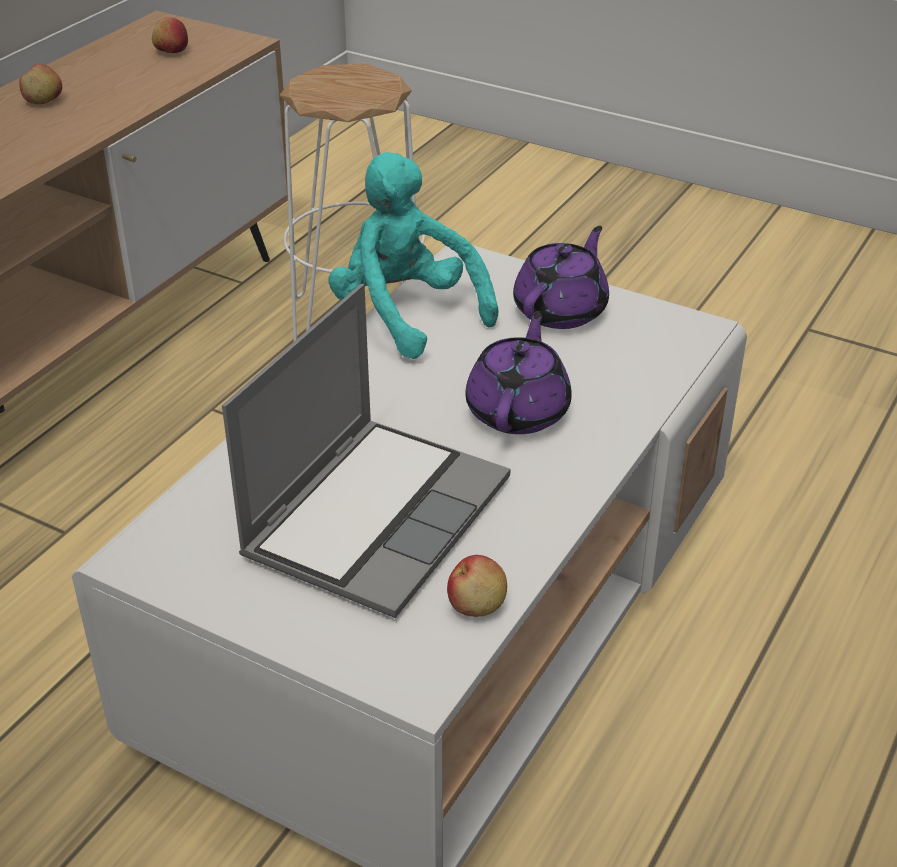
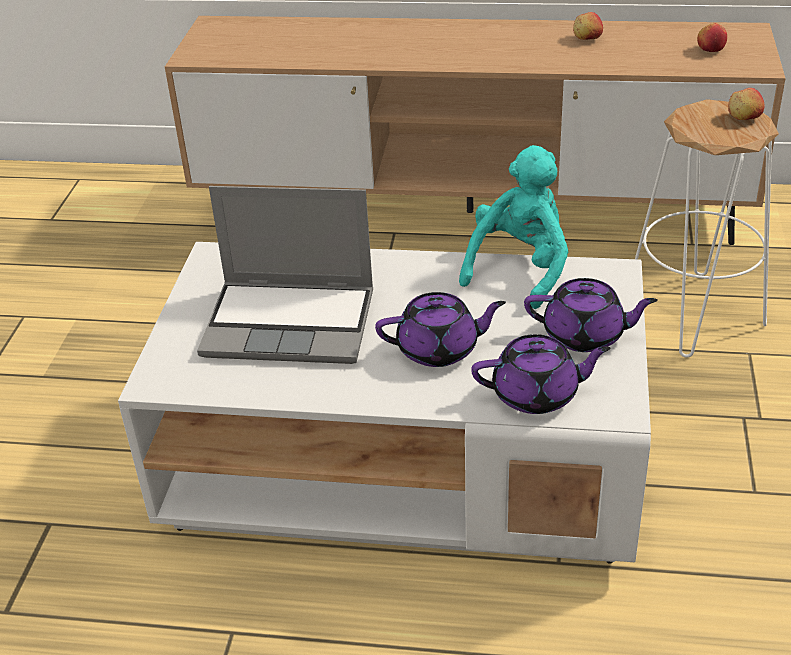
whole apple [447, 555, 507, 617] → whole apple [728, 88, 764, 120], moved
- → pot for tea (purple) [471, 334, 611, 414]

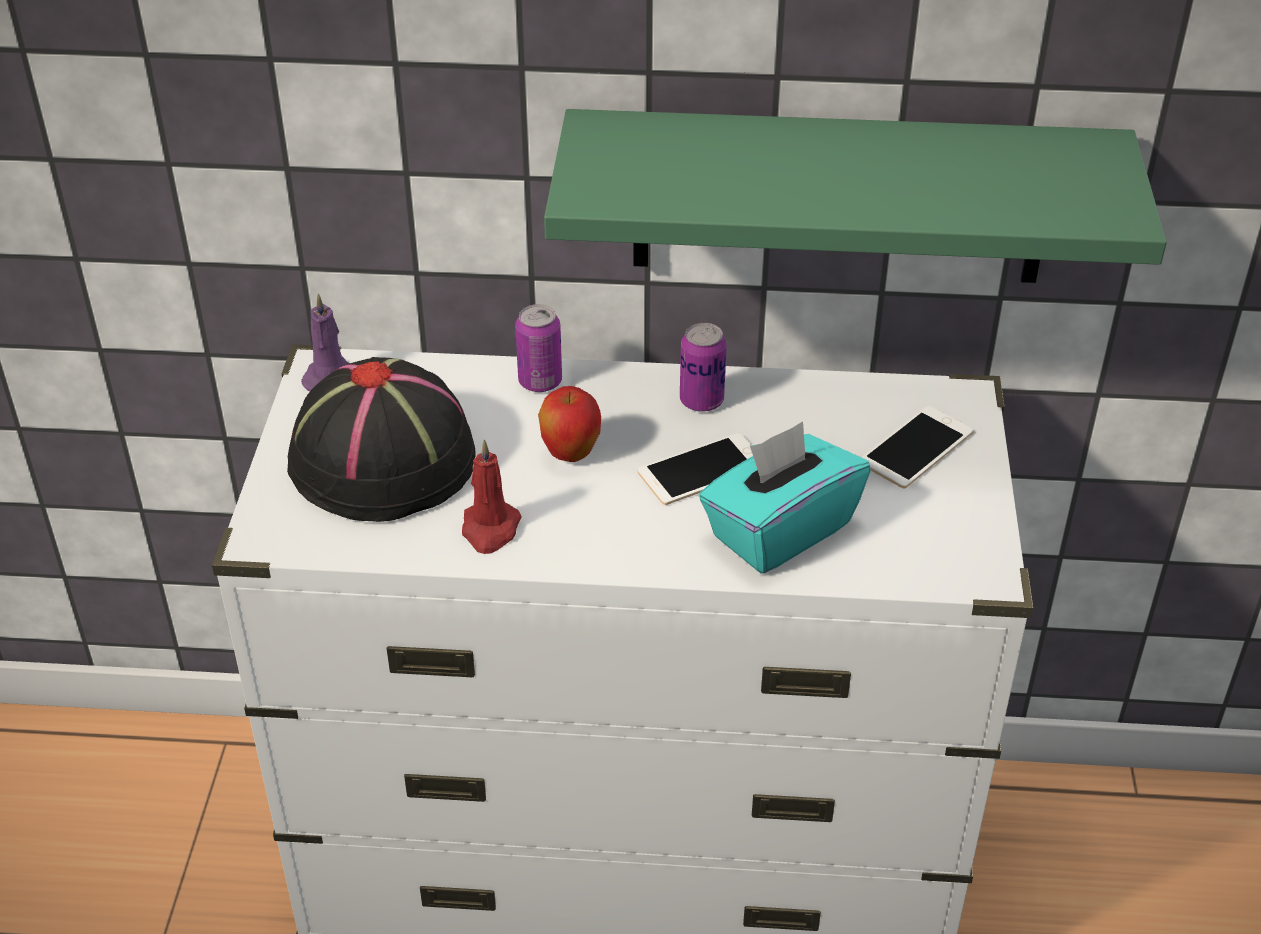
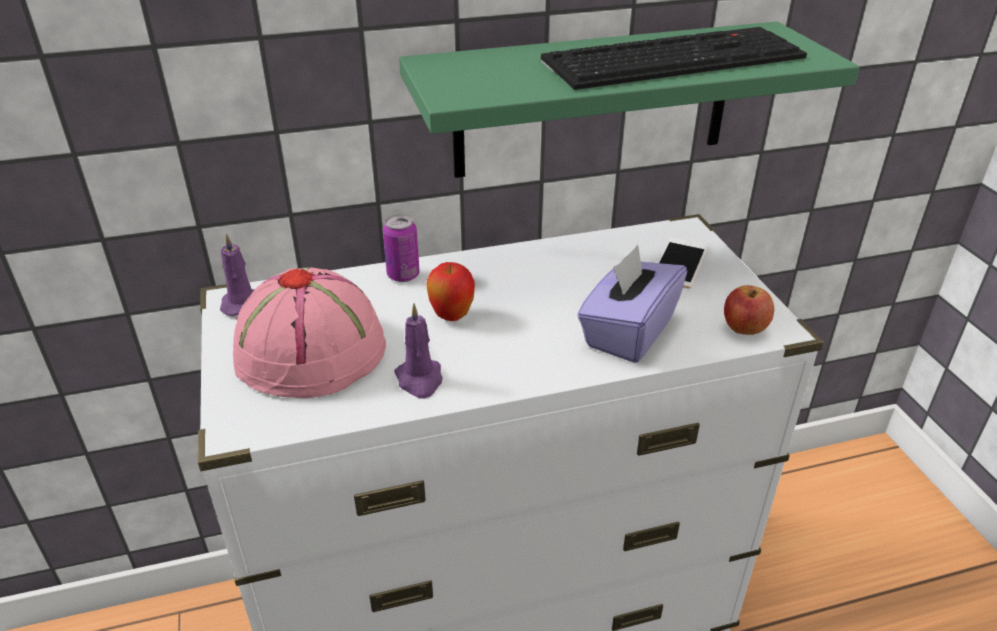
metal can [680, 323, 727, 412] → -
hat (black-coloured) [287, 357, 476, 522] → hat (pinkish) [233, 267, 386, 398]
tissue holder (blue-green) [699, 421, 871, 573] → tissue holder (purple) [577, 245, 687, 363]
telephone [637, 433, 753, 505] → -
wax light (red-coloured) [462, 439, 522, 554] → wax light (purple) [394, 304, 442, 398]
- → keyboard [541, 27, 807, 90]
- → whole apple [724, 285, 774, 335]

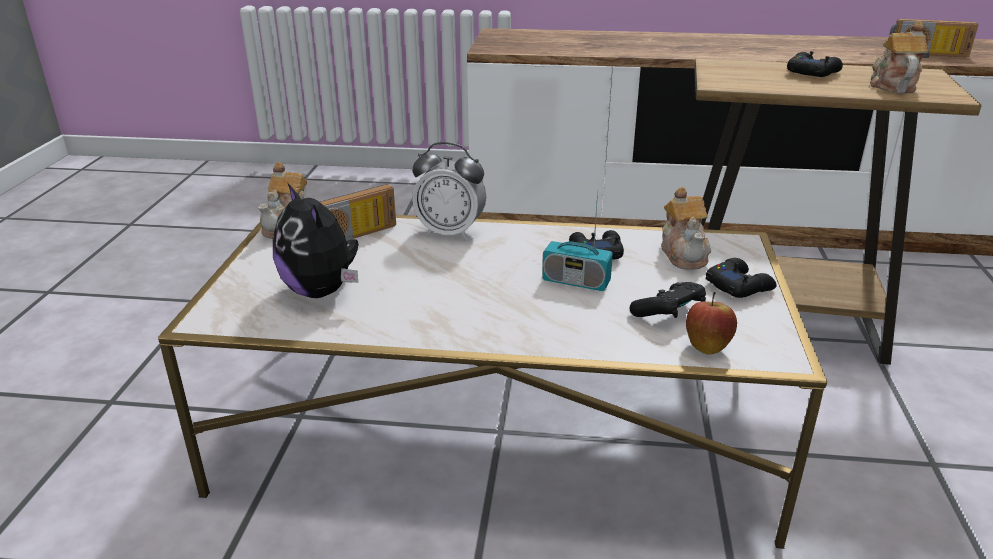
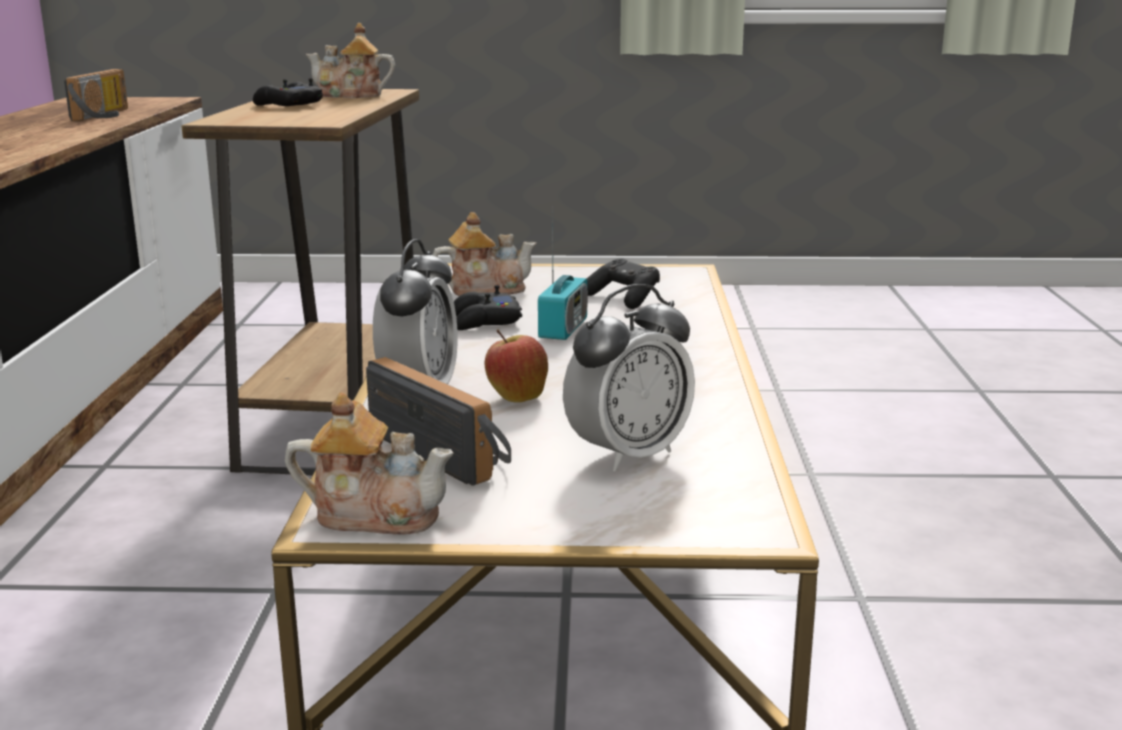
soft toy [273, 182, 358, 298] → table clock [563, 284, 695, 472]
joypad (black-coloured) [706, 258, 777, 298] → -
whole apple [686, 292, 737, 355] → whole apple [485, 329, 548, 403], moved

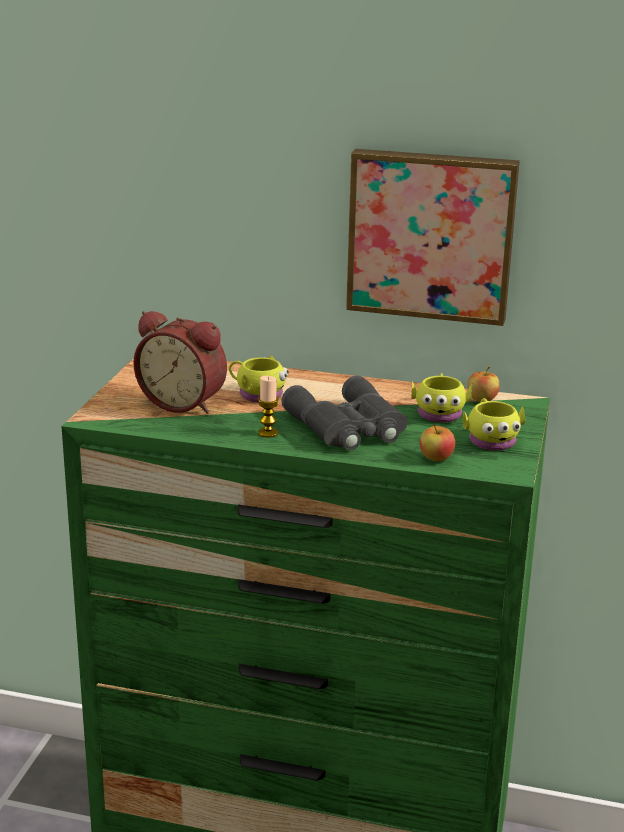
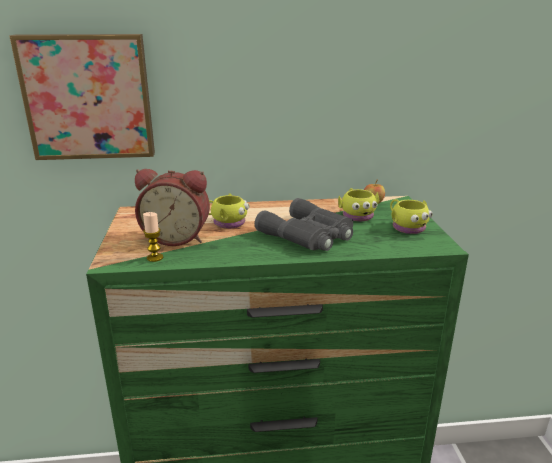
wall picture [346, 149, 520, 326] → wall picture [9, 34, 155, 160], moved
wax light [258, 376, 279, 438] → wax light [143, 212, 163, 262], moved
whole apple [419, 423, 455, 461] → -

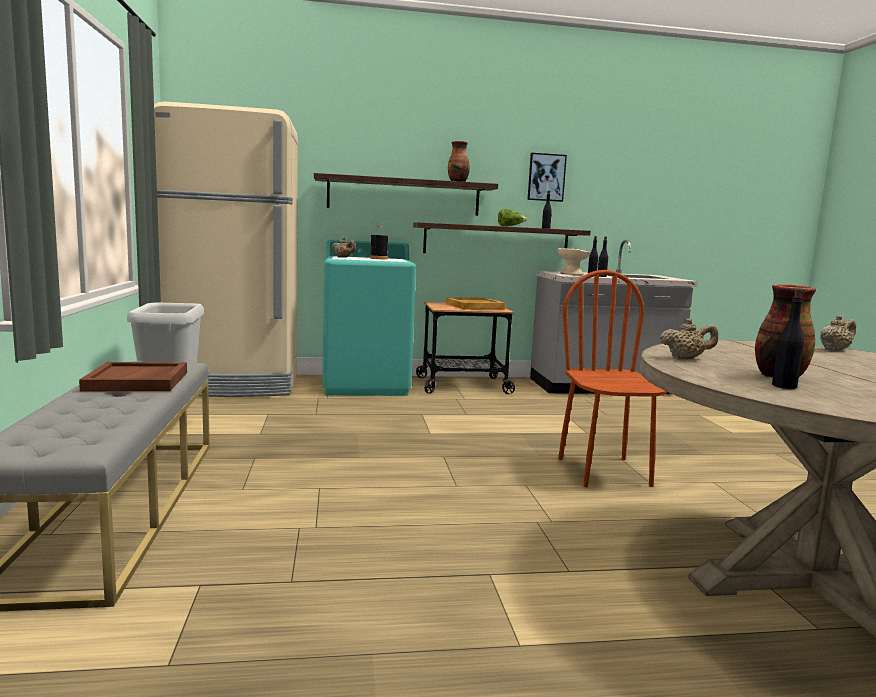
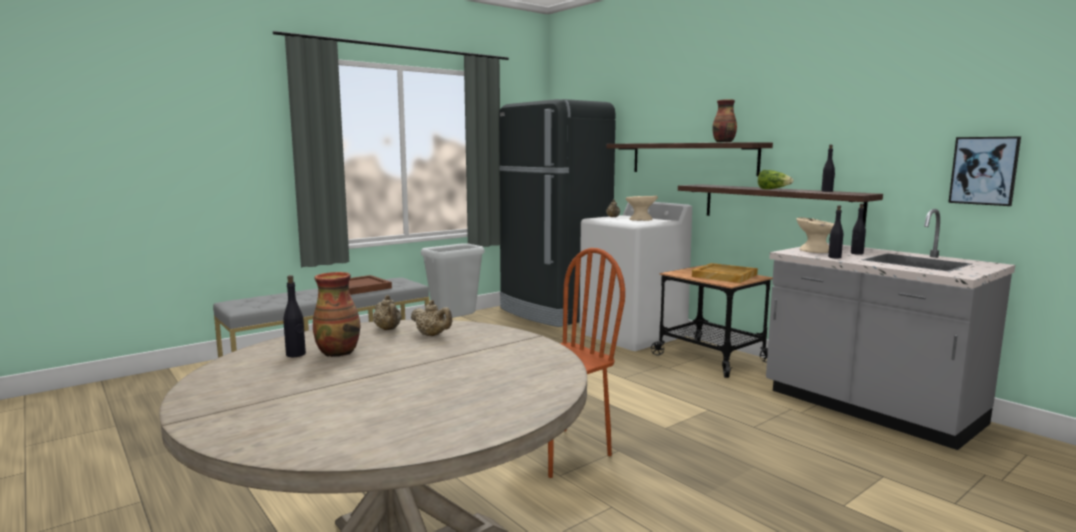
refrigerator (beige) [154, 101, 298, 397] → refrigerator (black-coloured) [499, 99, 616, 327]
wall picture [527, 153, 567, 202] → wall picture [948, 136, 1021, 206], moved
beverage bottle (black-coloured) [370, 225, 388, 259] → serving bowl (beige) [625, 196, 658, 221]
washing machine (blue-green) [322, 240, 416, 396] → washing machine (white) [580, 202, 692, 351]
pot for tea (beige) [820, 315, 856, 351] → pot for tea (beige) [411, 300, 452, 336], moved

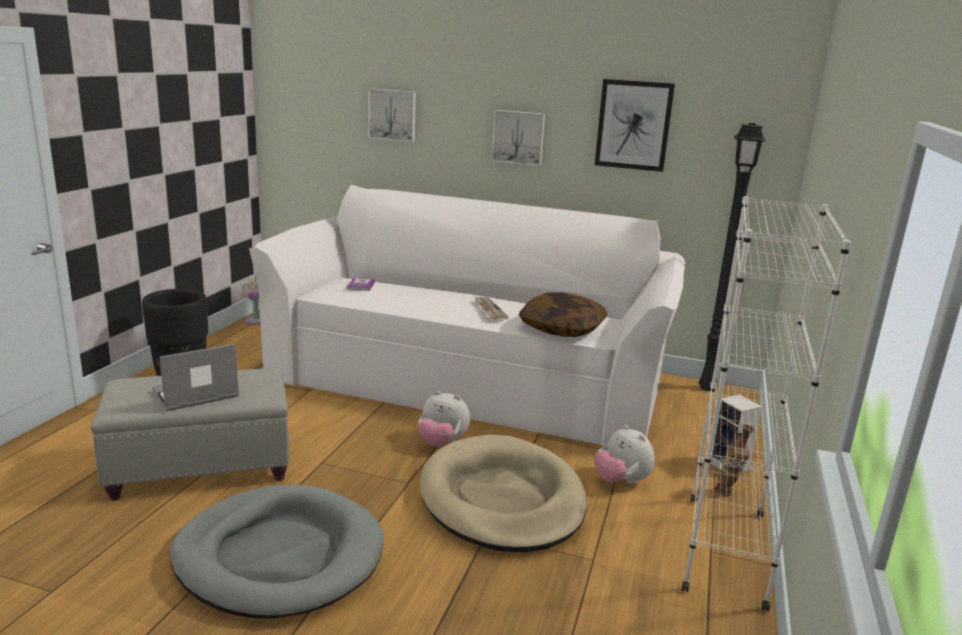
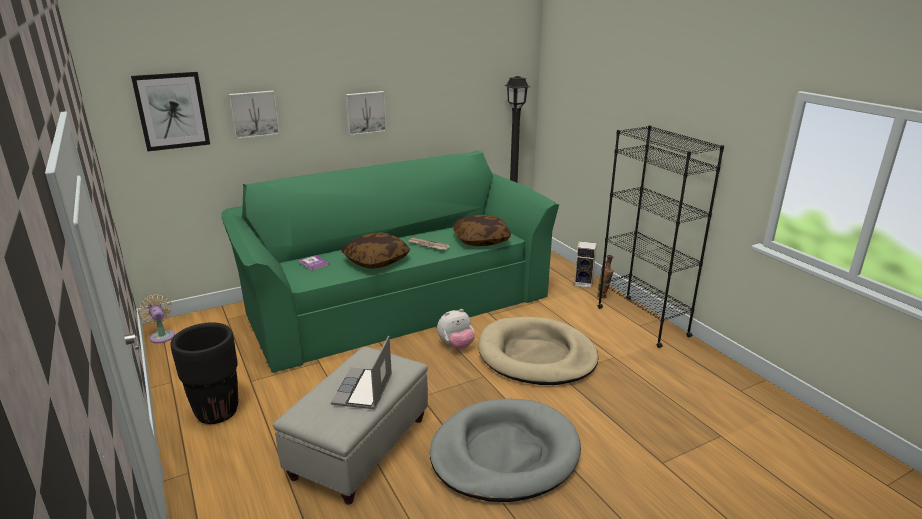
wall picture [594, 79, 675, 172] → wall picture [131, 72, 210, 151], moved
settee (white) [249, 185, 685, 446] → settee (green-coloured) [221, 150, 559, 373]
bookcase (white) [682, 196, 851, 612] → bookcase (black-coloured) [598, 125, 724, 348]
soft toy [594, 425, 655, 484] → -
- → pillow [341, 232, 410, 269]

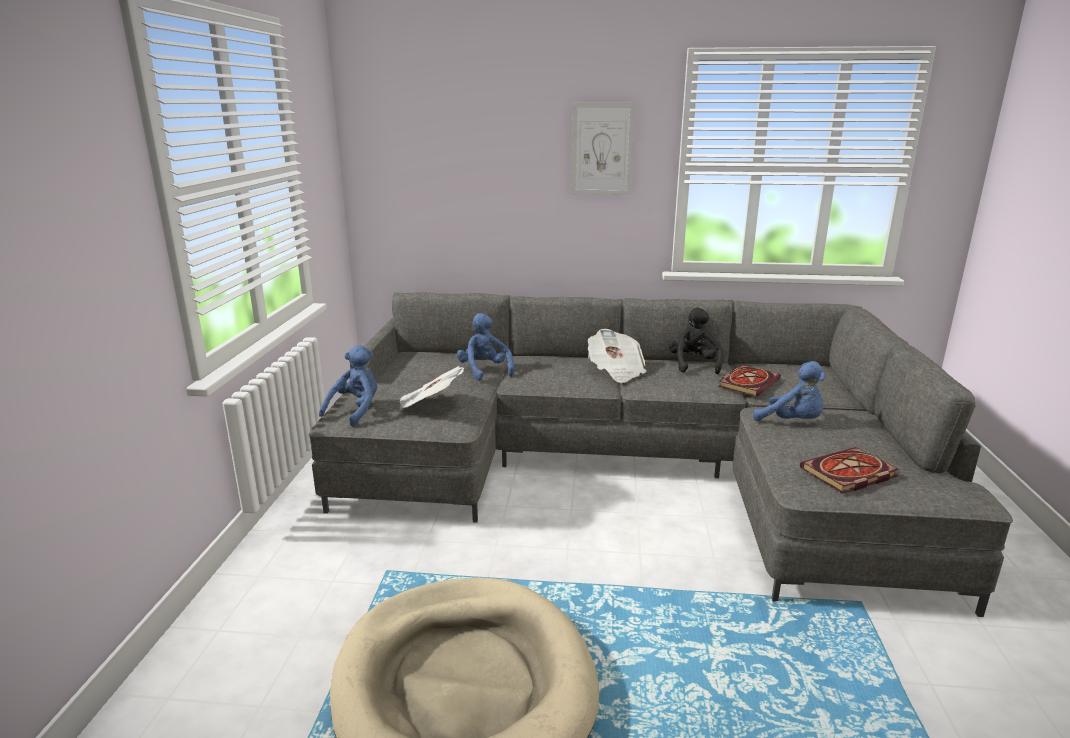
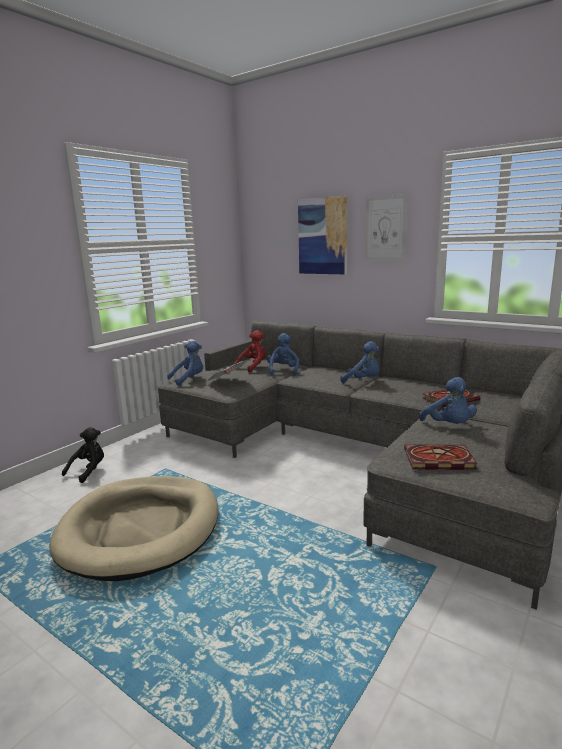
soft toy (black-coloured) [669, 308, 723, 374] → soft toy (black-coloured) [62, 427, 104, 483], moved
printed paper [588, 329, 646, 383] → soft toy (blue) [341, 341, 380, 383]
- → wall picture [298, 196, 347, 274]
- → soft toy (red-coloured) [234, 330, 266, 373]

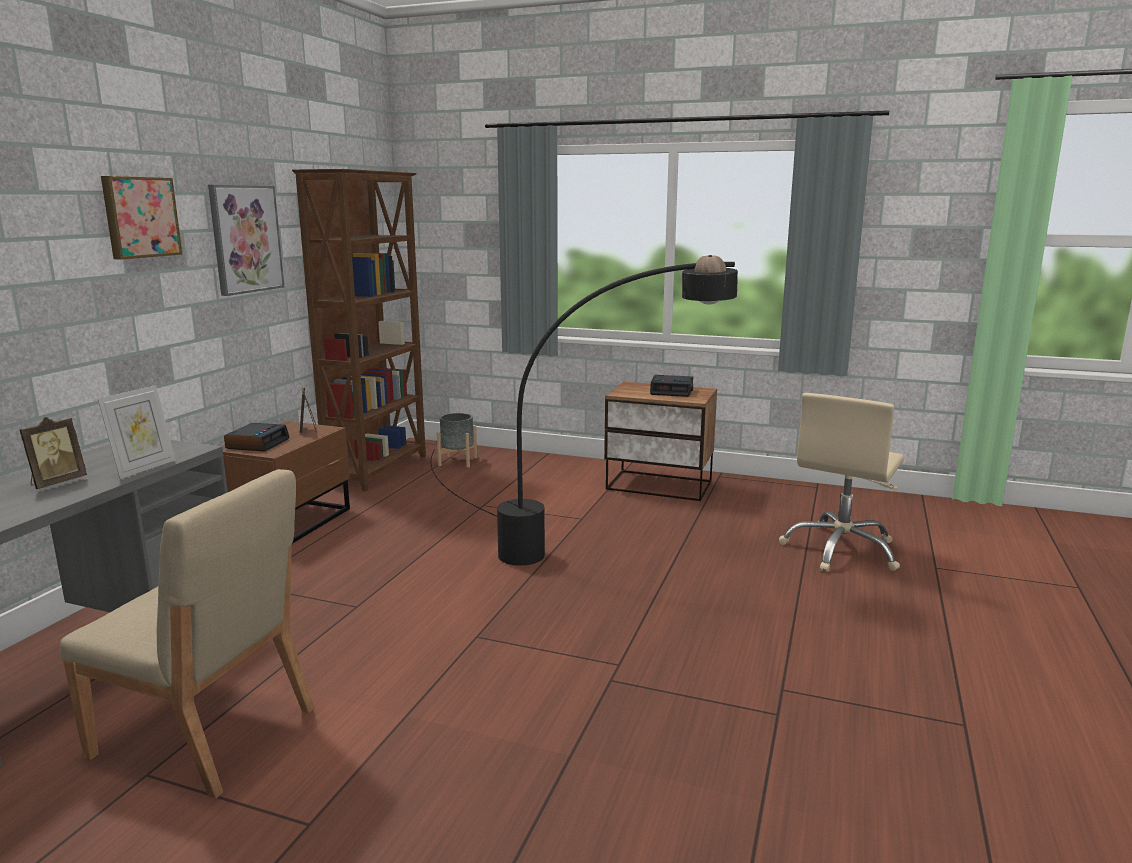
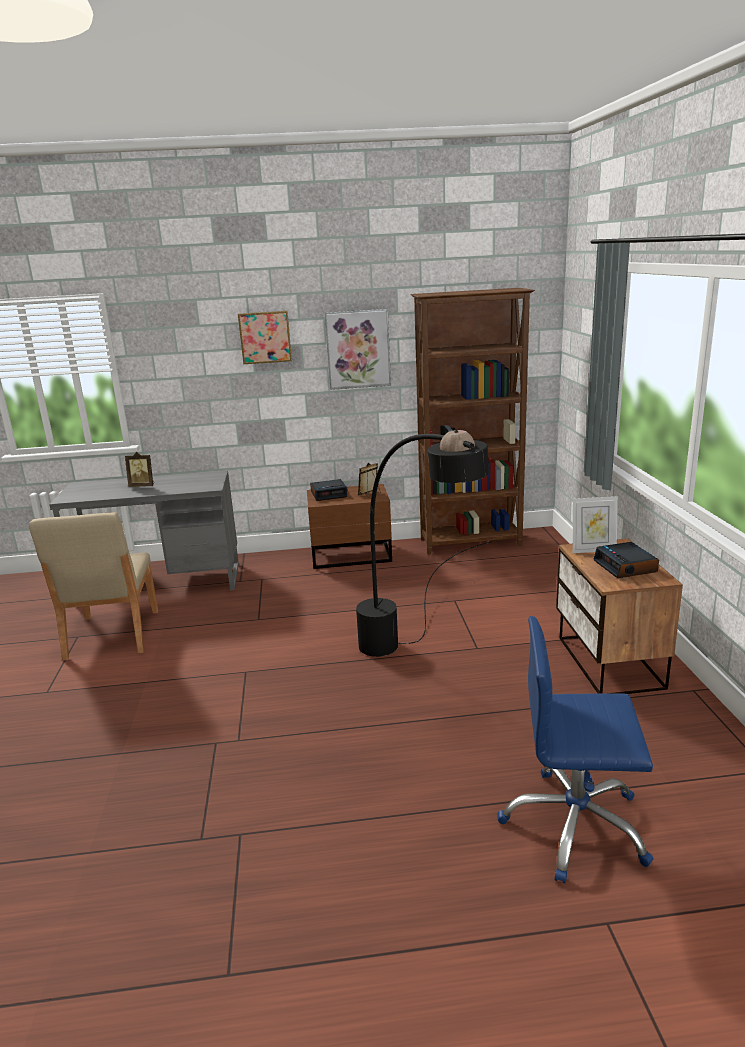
standing frame [98, 385, 175, 479] → standing frame [573, 496, 618, 553], moved
computer chair (beige) [779, 393, 904, 572] → computer chair (blue) [497, 616, 654, 883]
plant pot (greyish) [436, 413, 477, 467] → -

